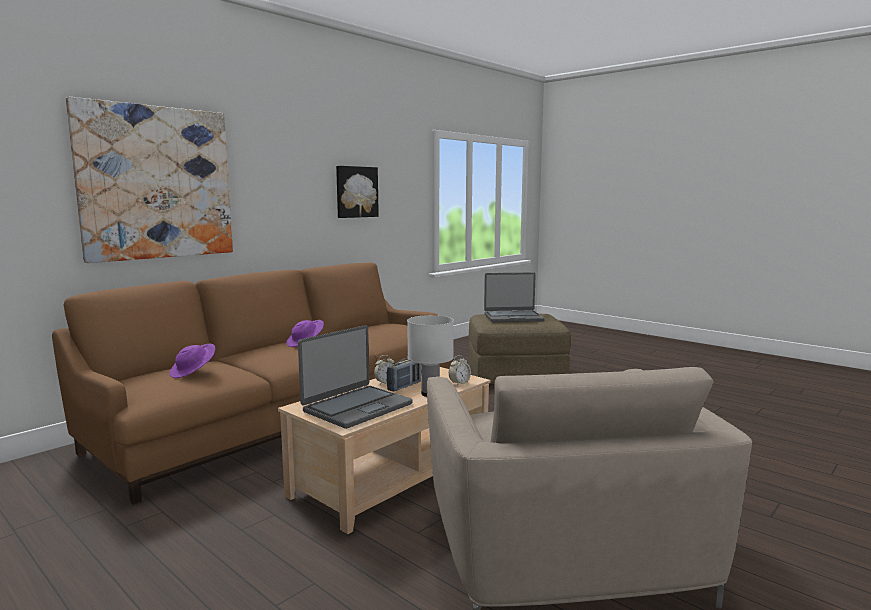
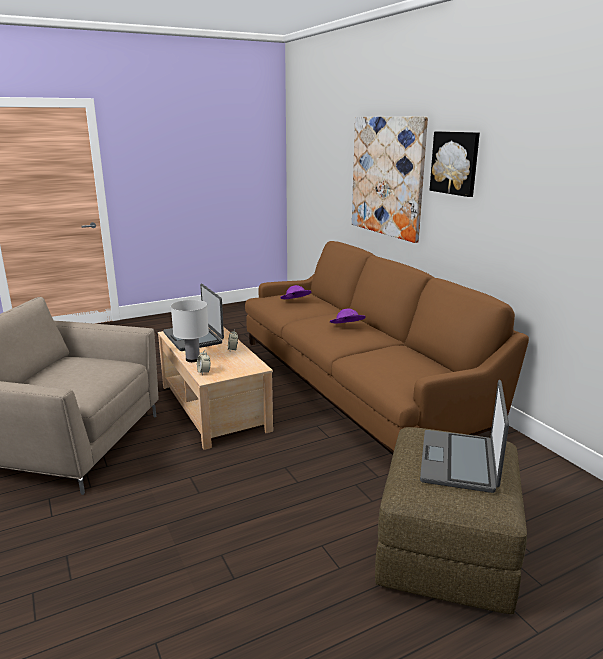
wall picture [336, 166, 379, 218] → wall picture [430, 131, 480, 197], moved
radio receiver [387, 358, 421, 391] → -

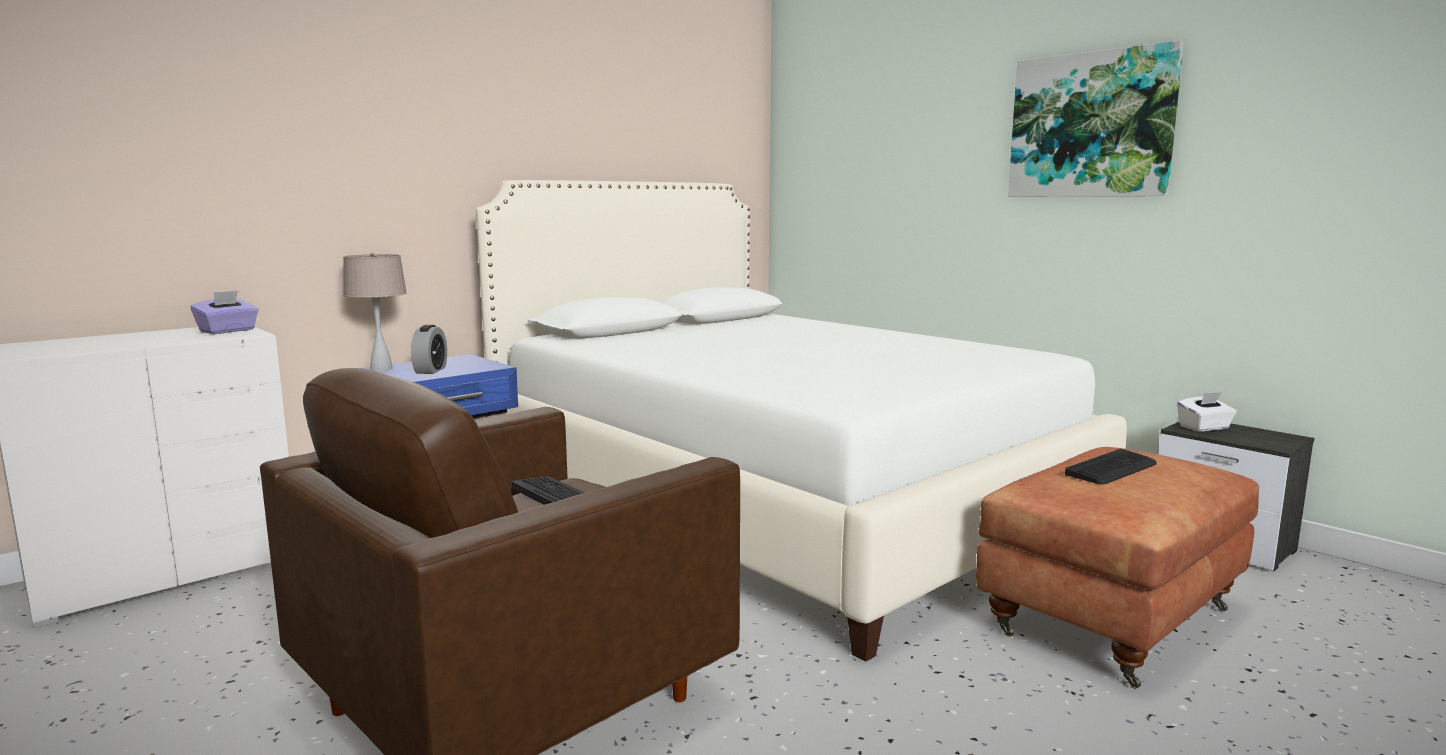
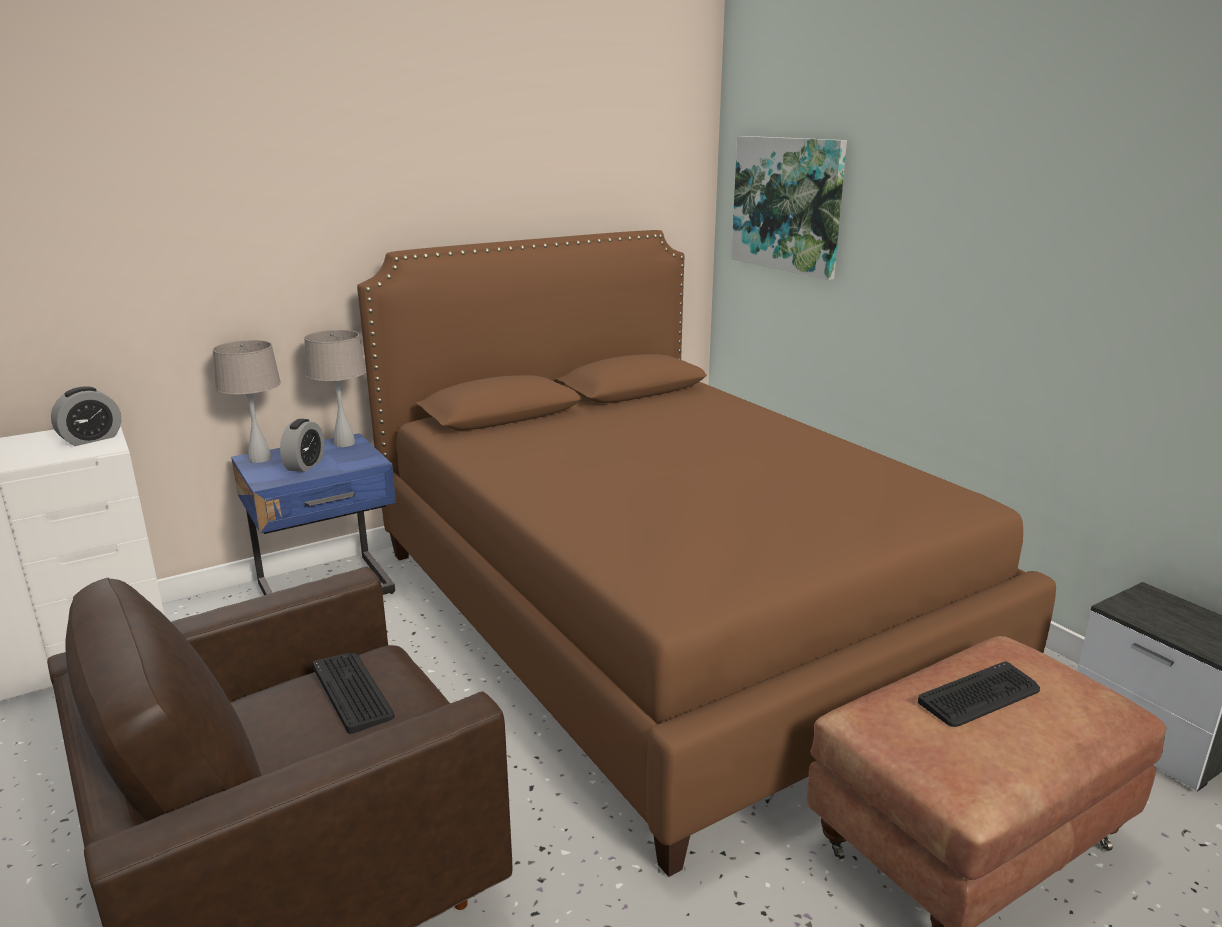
wall picture [1008, 40, 1184, 196] → wall picture [731, 136, 847, 280], moved
bed (white) [476, 180, 1127, 662] → bed (brownish) [357, 230, 1056, 877]
tissue holder (purple) [191, 291, 259, 334] → table clock [51, 386, 121, 446]
tissue holder (white) [1177, 392, 1237, 432] → -
- → table lamp (beige) [304, 330, 366, 447]

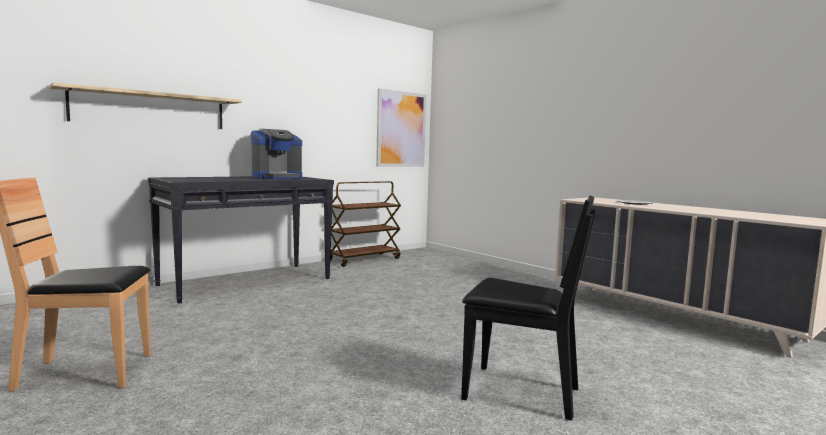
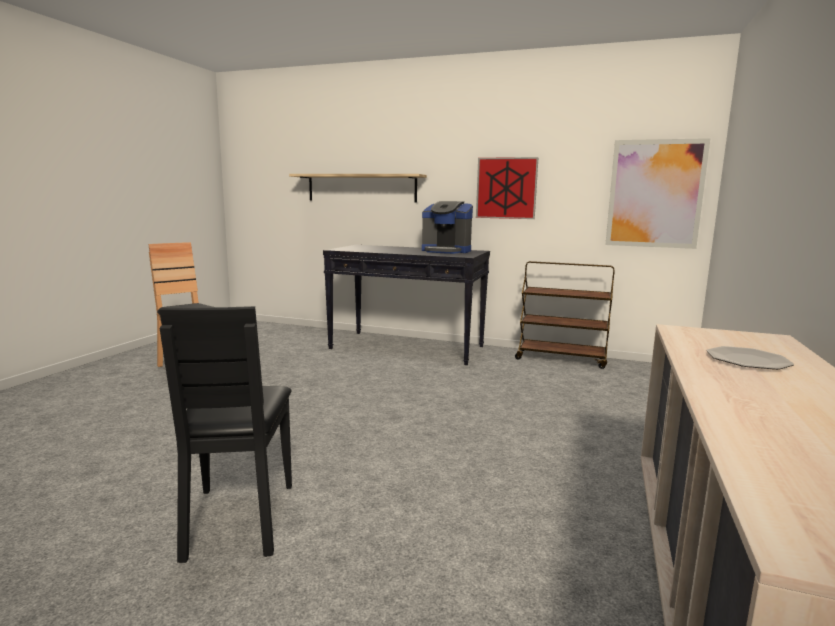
- → wall picture [476, 157, 539, 219]

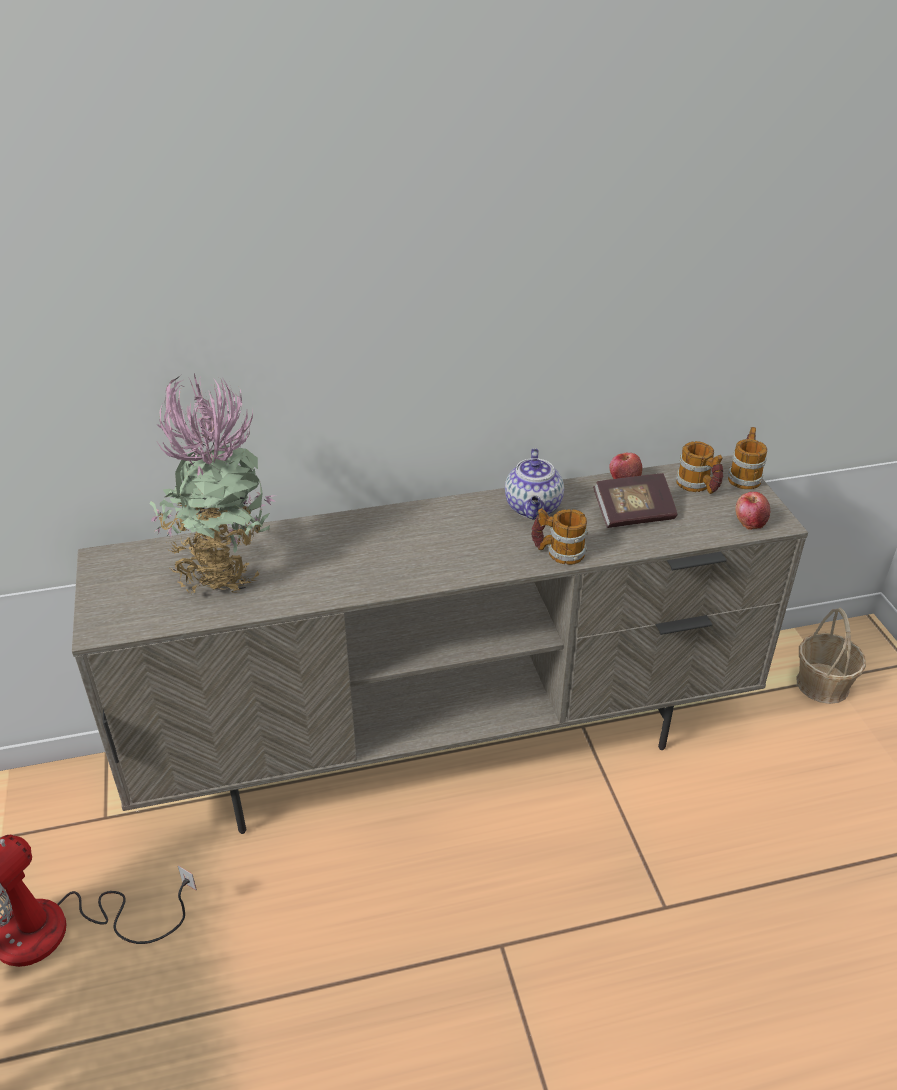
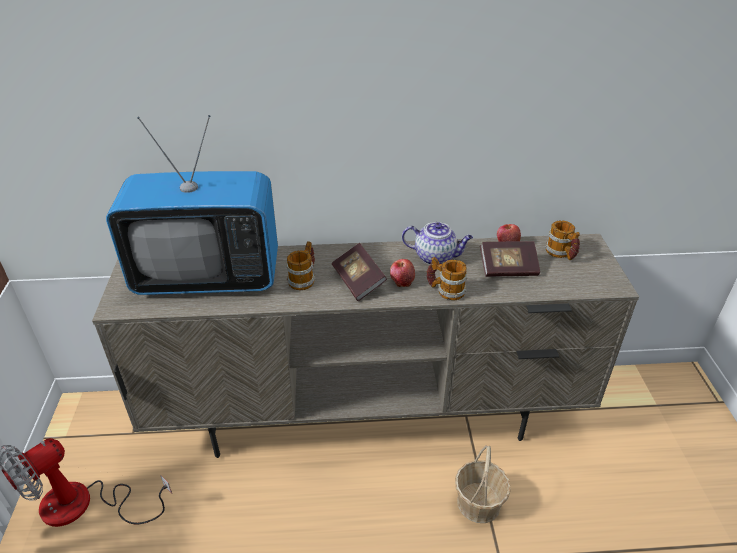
potted plant [150, 373, 277, 593] → TV [106, 115, 278, 295]
tea mug [728, 427, 767, 489] → tea mug [286, 241, 315, 290], moved
pot for tea [505, 448, 564, 519] → pot for tea [402, 222, 473, 265], 90 degrees counterclockwise
whole apple [735, 492, 770, 530] → whole apple [390, 259, 415, 287], moved
storage basket [797, 608, 866, 704] → storage basket [455, 445, 511, 523], moved
- → bound book [332, 243, 387, 301]

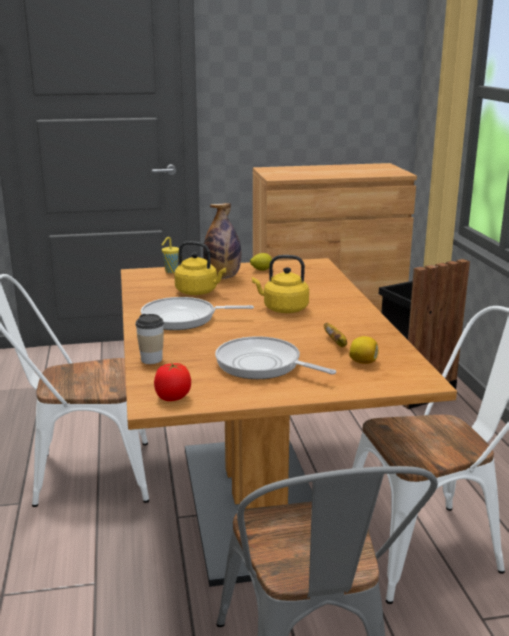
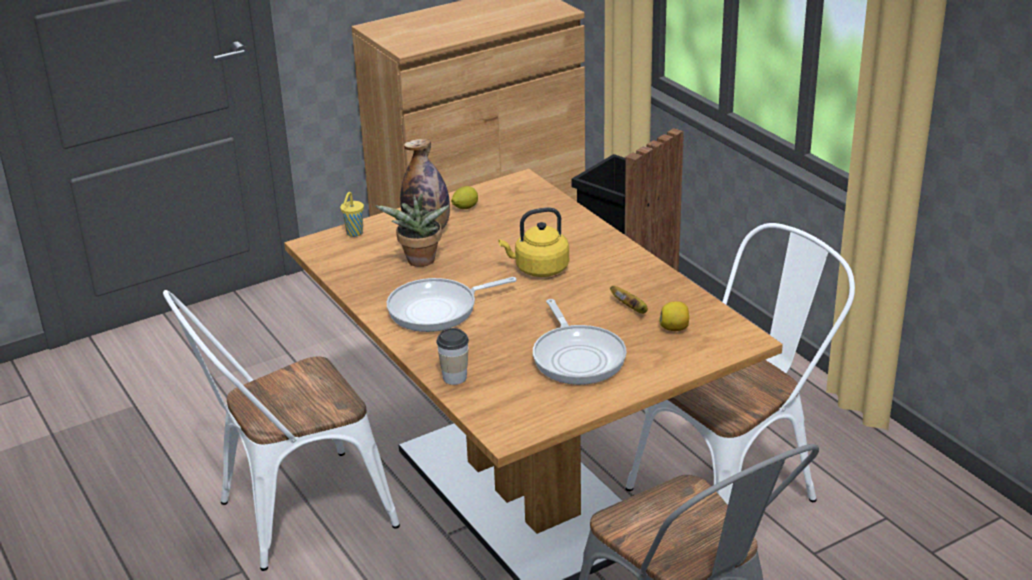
kettle (yellowish) [174, 241, 226, 295] → potted plant [375, 194, 450, 267]
skillet [215, 336, 336, 379] → skillet [533, 299, 627, 385], 120 degrees counterclockwise
whole tomato [154, 362, 191, 401] → -

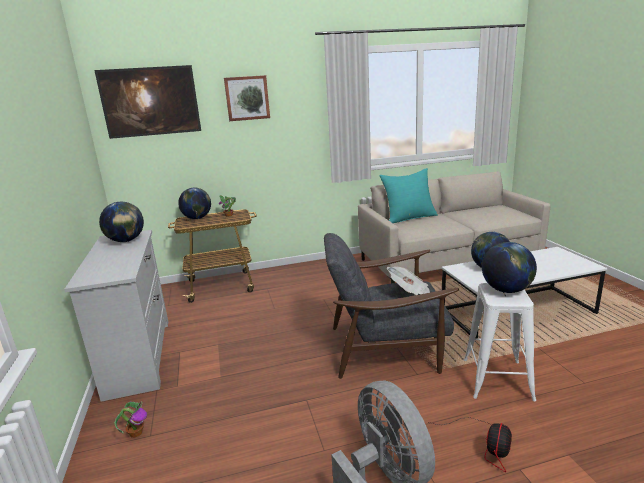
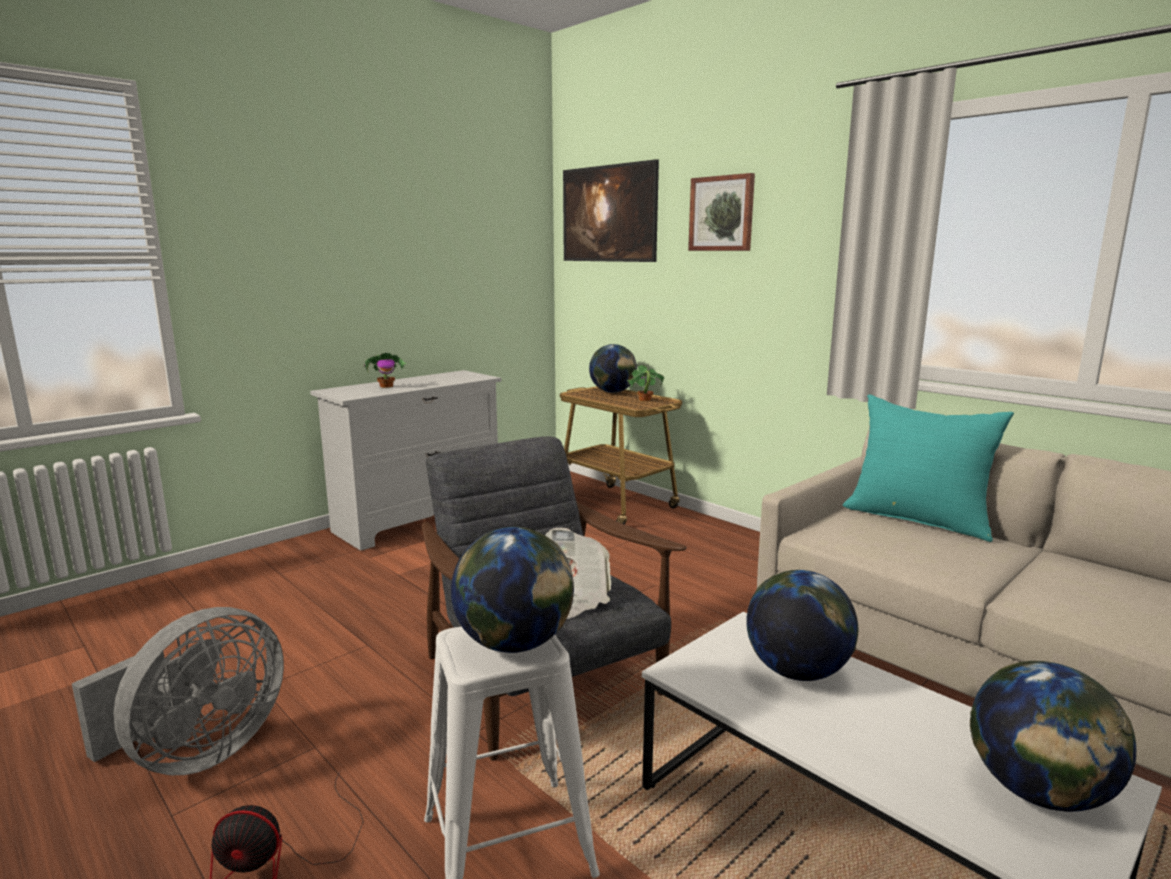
world globe [99, 202, 144, 242] → world globe [970, 660, 1136, 812], moved
potted plant [114, 402, 147, 438] → potted plant [364, 353, 406, 388], moved

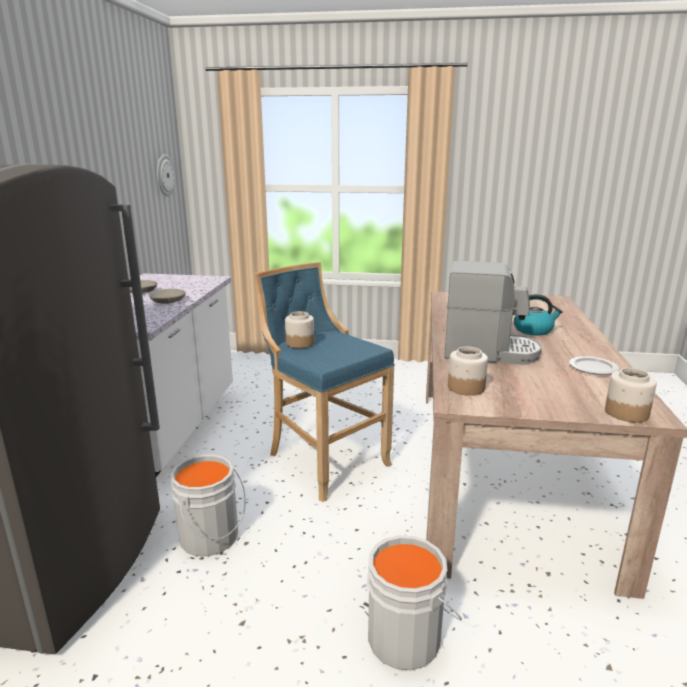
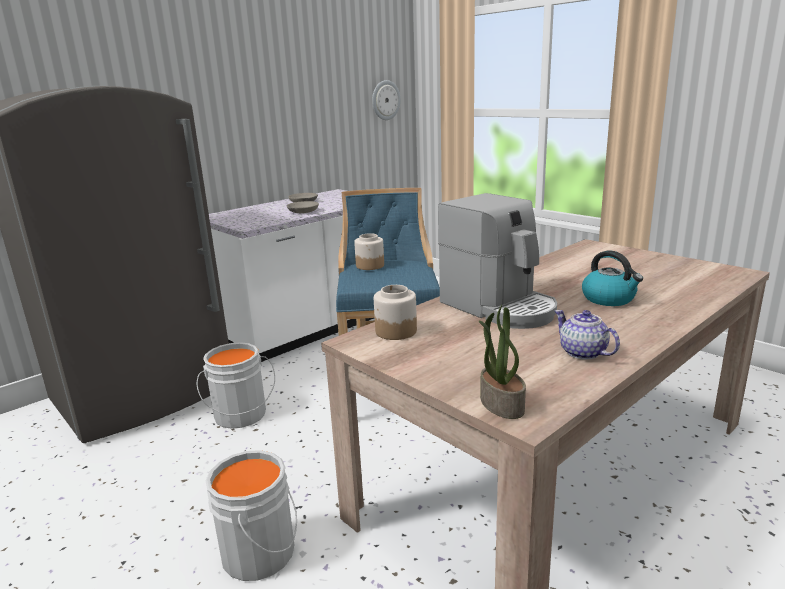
plate [569, 356, 619, 375] → pot for tea [555, 310, 620, 360]
jar [605, 368, 657, 422] → potted plant [479, 305, 526, 419]

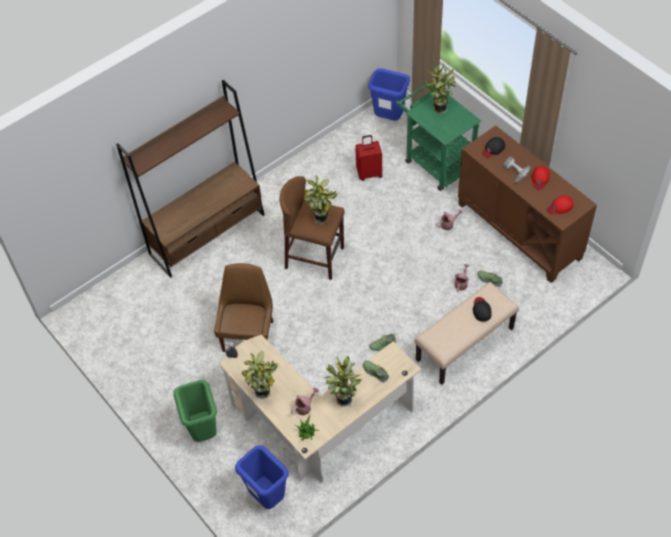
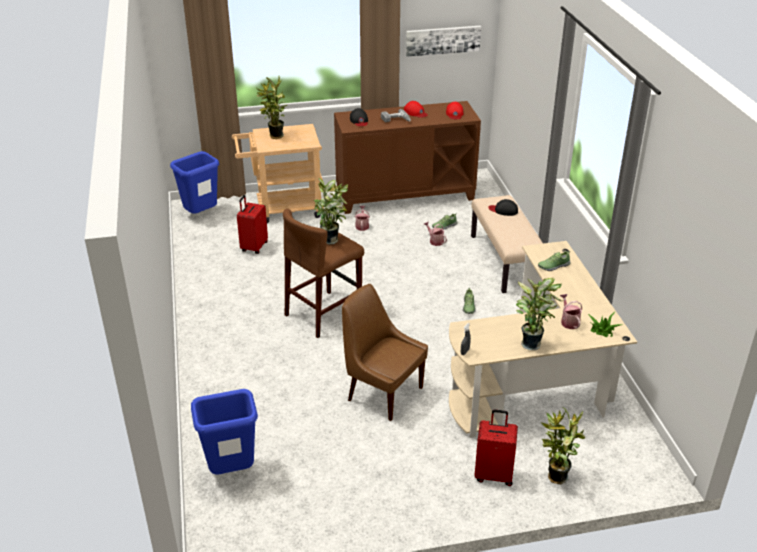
bookcase (brownish) [116, 80, 264, 278] → -
wheeled cart (green-coloured) [395, 82, 481, 191] → wheeled cart (beige) [232, 124, 324, 223]
potted plant [323, 356, 362, 407] → potted plant [541, 407, 585, 484], moved
rubbish bin (green-coloured) [173, 380, 217, 442] → suitcase (red-coloured) [474, 410, 518, 486]
rubbish bin (blue) [235, 445, 289, 509] → rubbish bin (blue) [191, 389, 258, 475], moved
- → wall picture [406, 26, 481, 57]

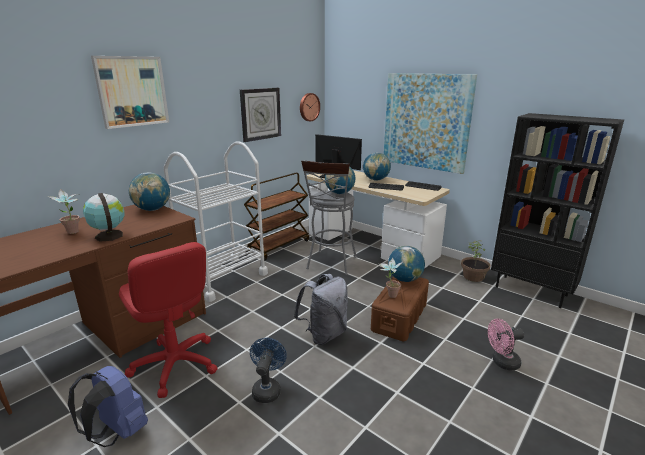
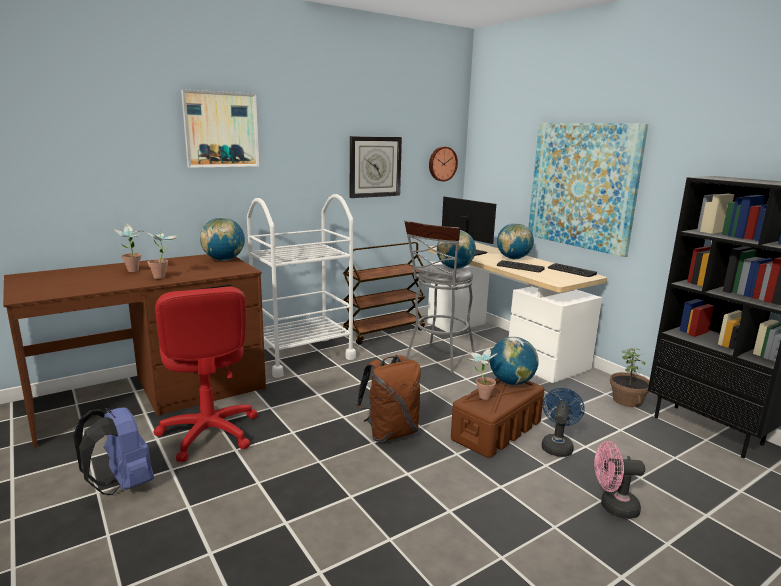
world globe [83, 193, 124, 242] → potted plant [145, 229, 177, 279]
backpack (greyish) [294, 274, 348, 345] → backpack (brownish) [356, 355, 421, 442]
fan (blue) [250, 338, 287, 403] → fan (blue) [542, 388, 585, 457], moved

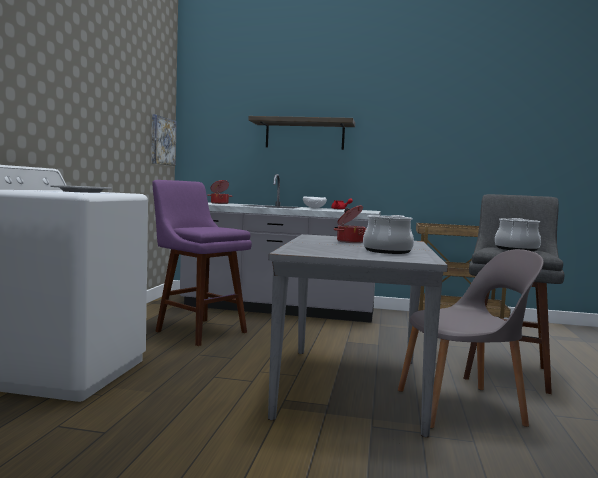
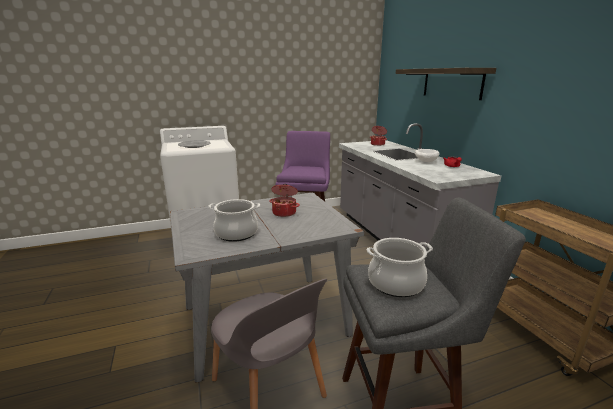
wall picture [152, 114, 177, 166] → -

